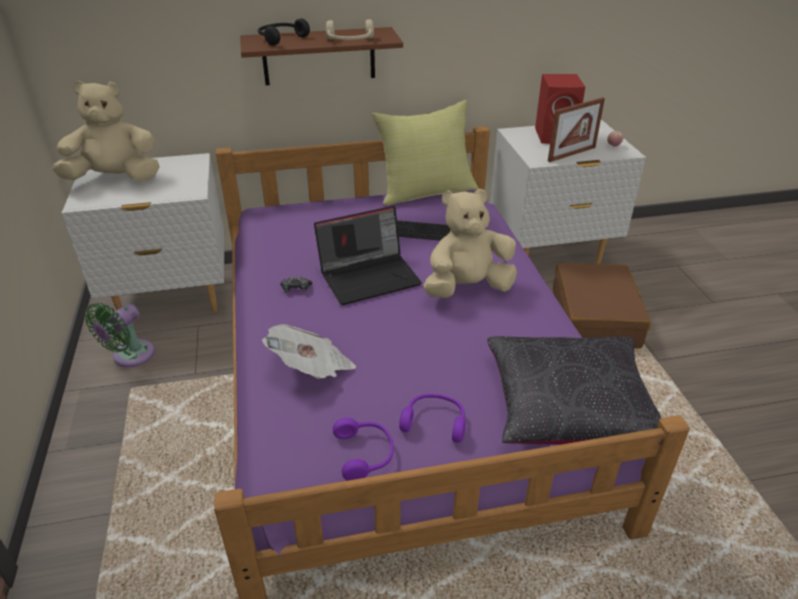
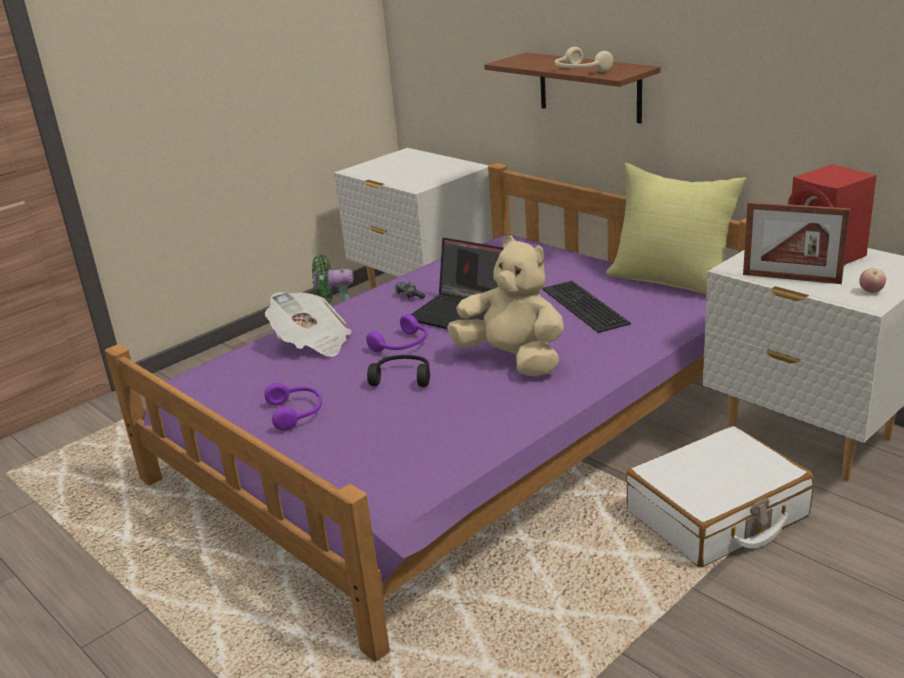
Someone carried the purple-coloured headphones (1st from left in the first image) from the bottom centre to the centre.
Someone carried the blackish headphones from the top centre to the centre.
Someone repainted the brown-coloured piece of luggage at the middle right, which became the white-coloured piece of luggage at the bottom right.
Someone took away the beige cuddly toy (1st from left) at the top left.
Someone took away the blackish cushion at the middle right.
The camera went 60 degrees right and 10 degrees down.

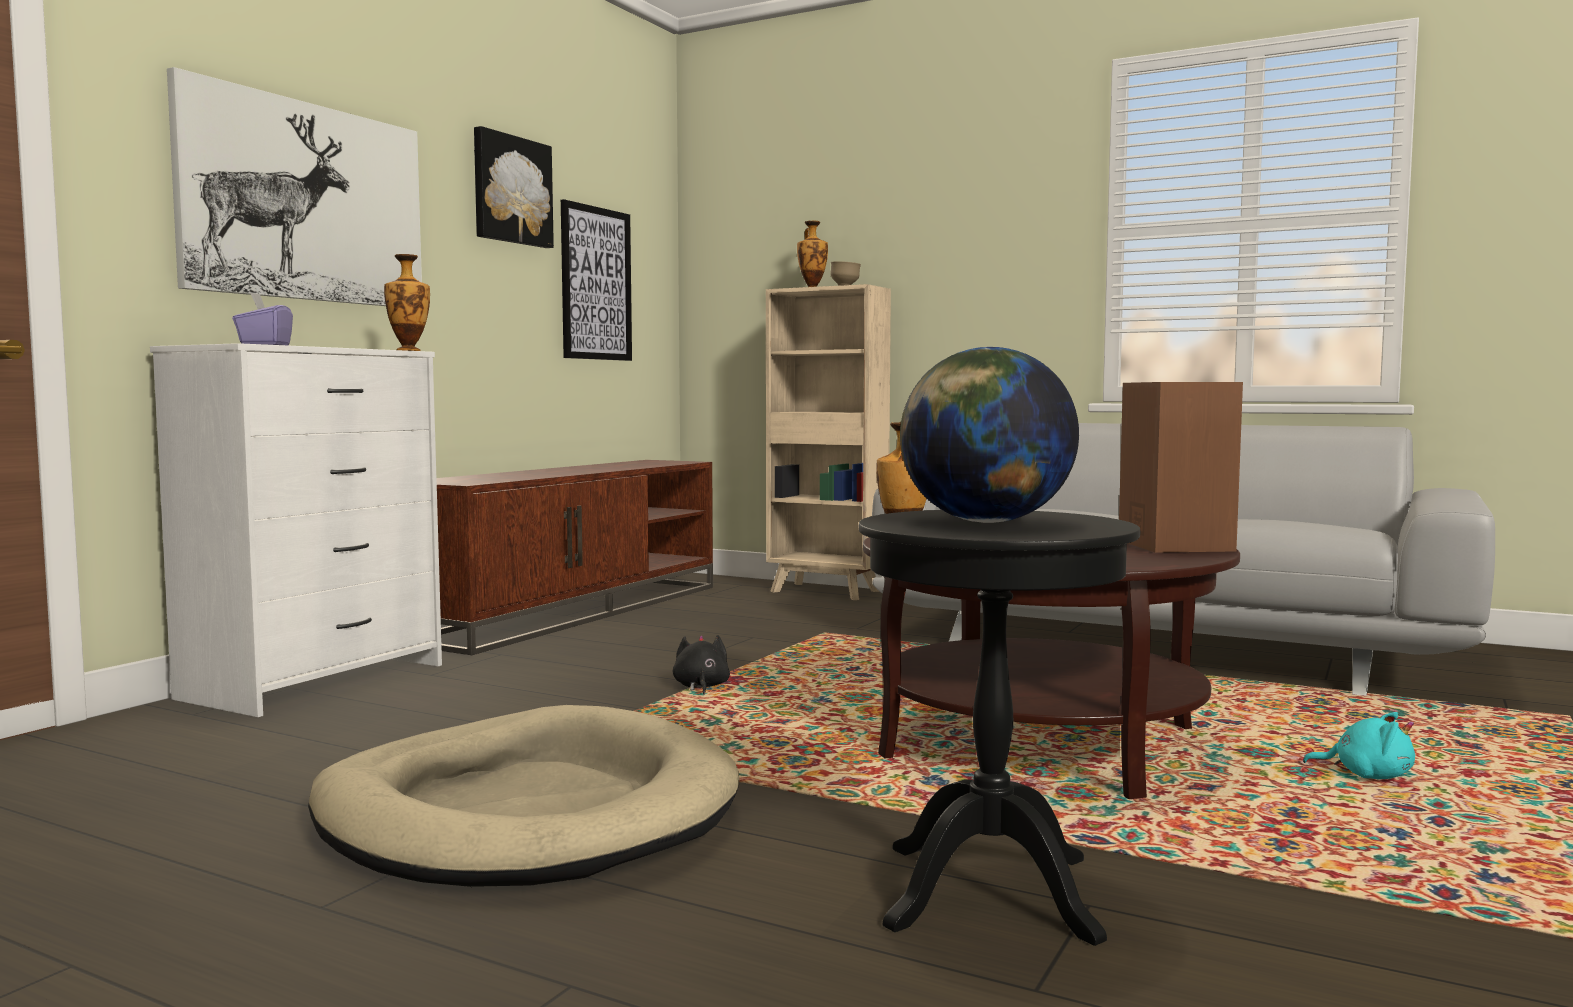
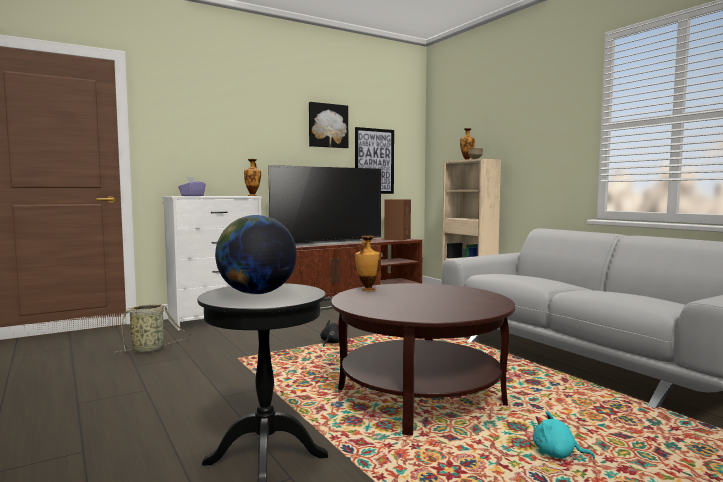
Someone put down the household basket at the bottom left.
Someone put down the television at the centre.
Someone carried the brown-coloured speaker from the middle right to the centre.
Someone rotated the turquoise cuddly toy at the bottom right by 150 degrees clockwise.
Someone took away the wall picture (1st from left) at the top left.
Someone took away the beige dog cushion at the bottom left.
The camera went 30 degrees right and 0 degrees up.

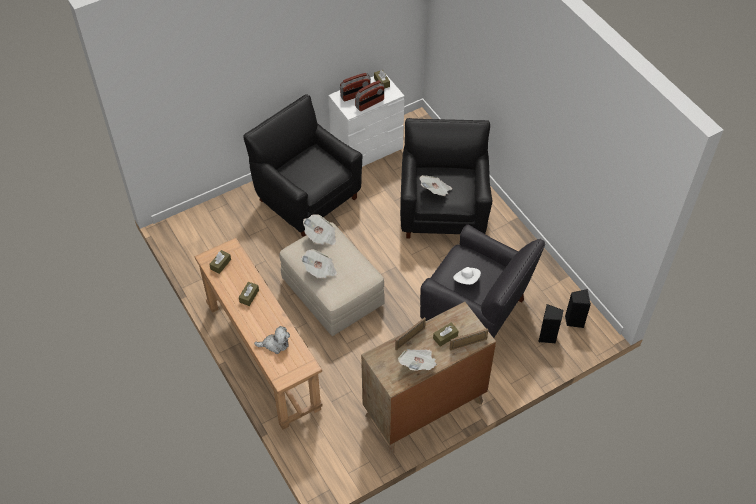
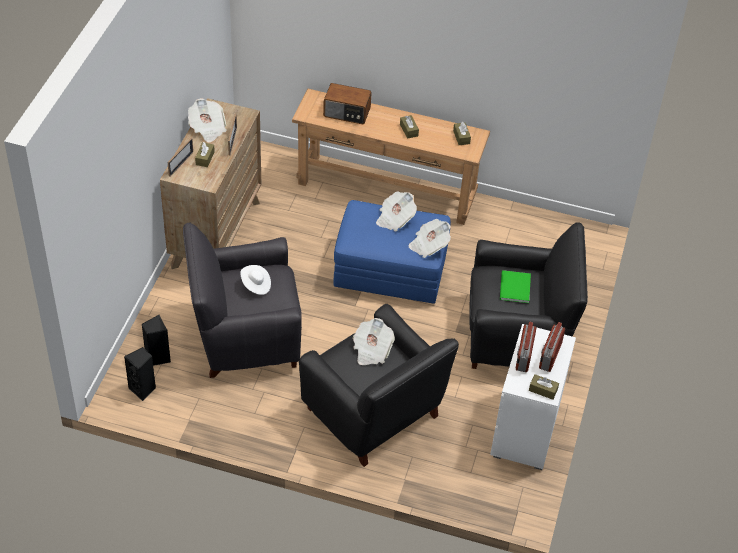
Someone swapped the cuddly toy at the bottom centre for the radio set (1st from left) at the top centre.
Someone repainted the beige footrest at the centre, which became the blue footrest at the centre.
Someone put down the green-coloured bound book at the middle right.
The camera went 135 degrees right and 5 degrees down.

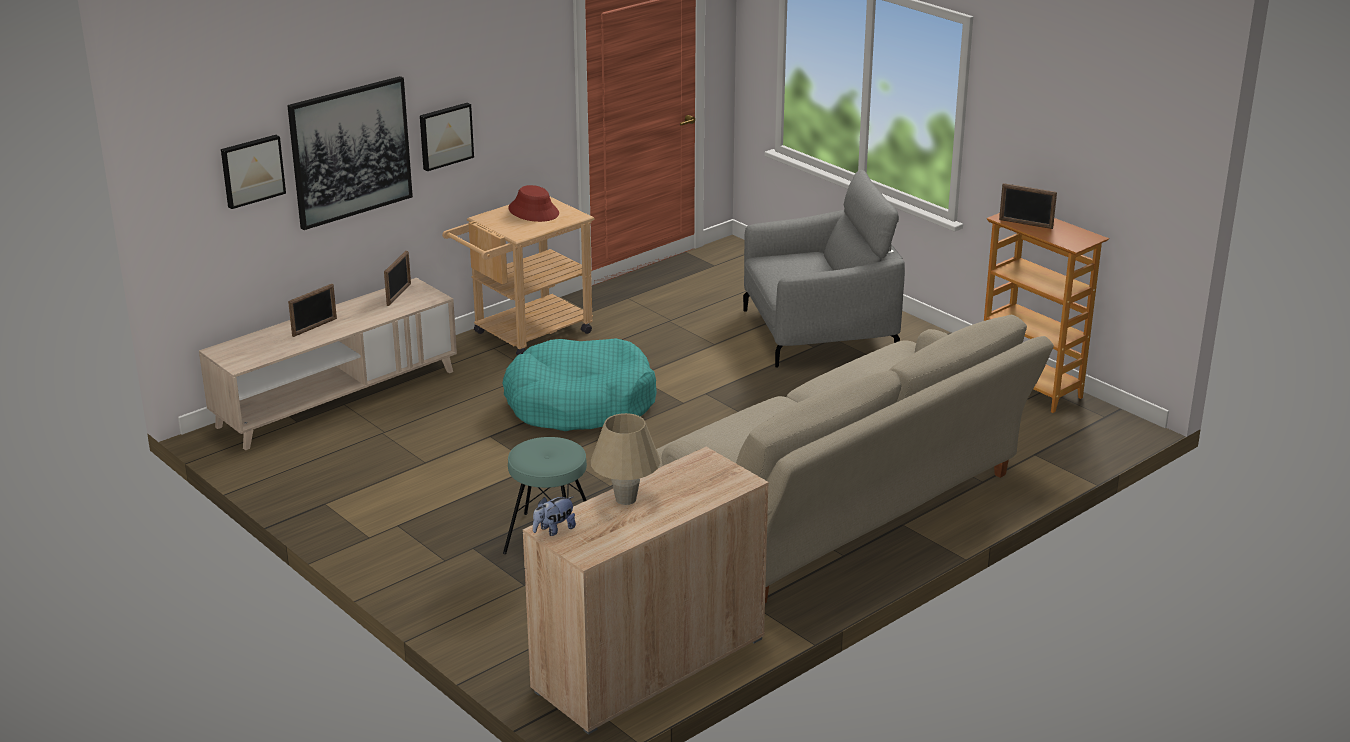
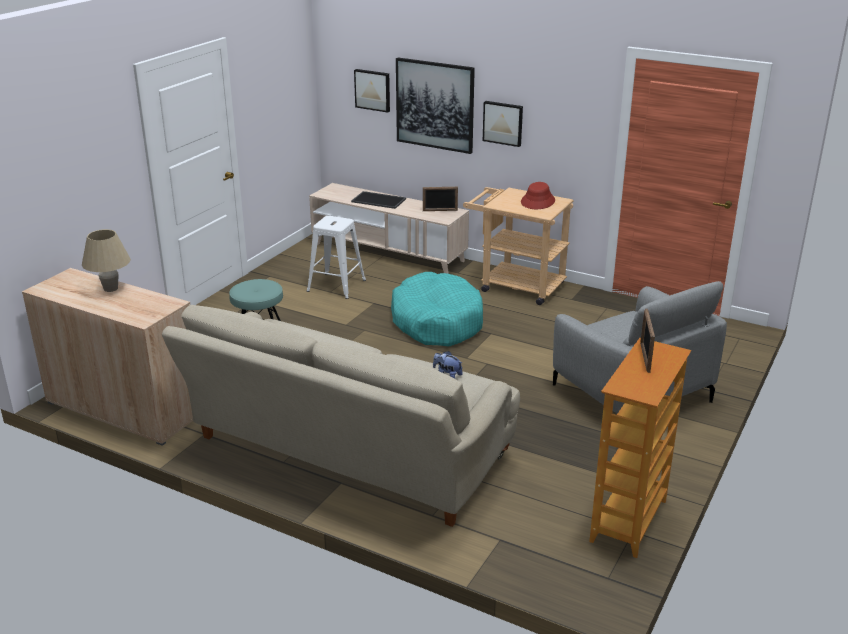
Someone put down the white-coloured stool at the centre.
Someone swapped the photo frame (1st from left) at the middle left for the tray at the top centre.
Someone carried the cuddly toy from the bottom centre to the centre.
The camera went 70 degrees right and 0 degrees up.

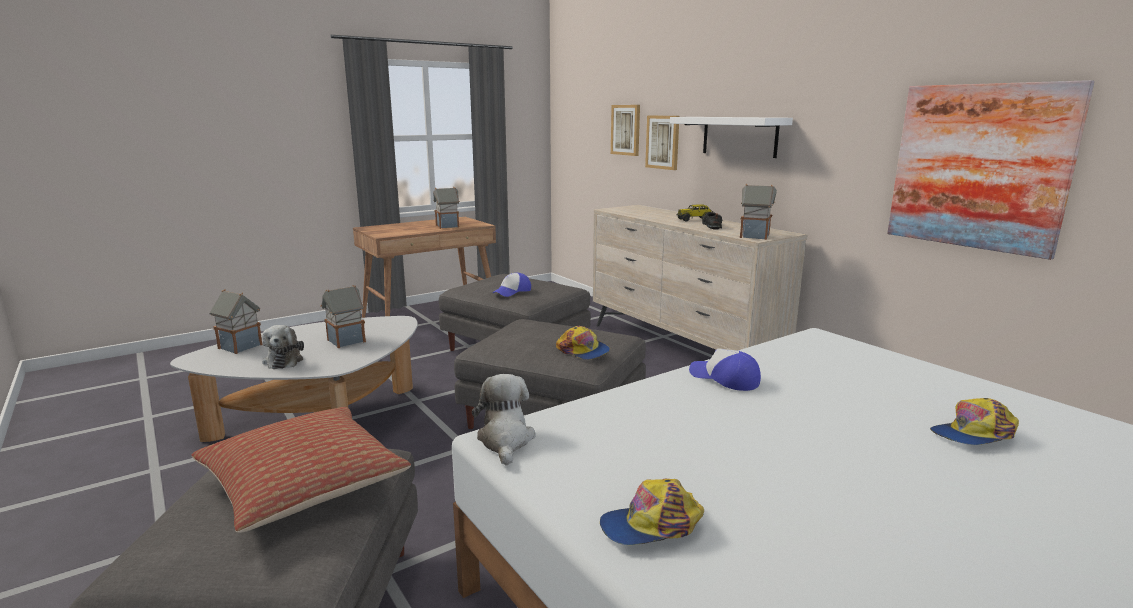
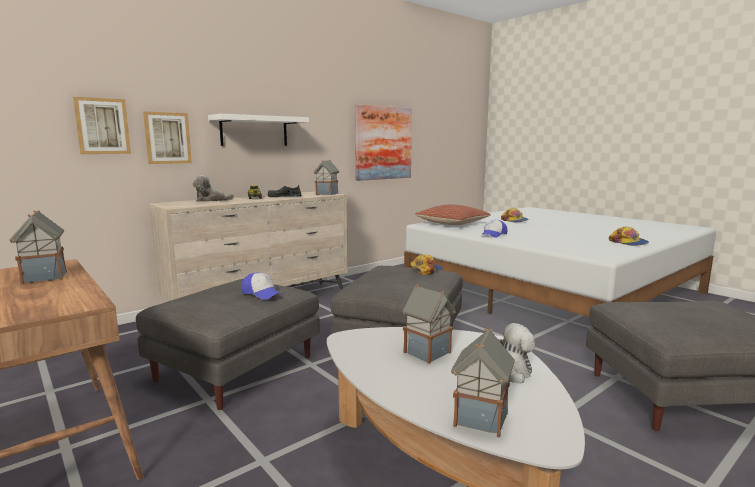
Someone carried the cuddly toy (2nd from left in the first image) from the bottom centre to the middle left.
Someone carried the cushion from the bottom left to the centre.
The camera went 95 degrees left and 5 degrees down.

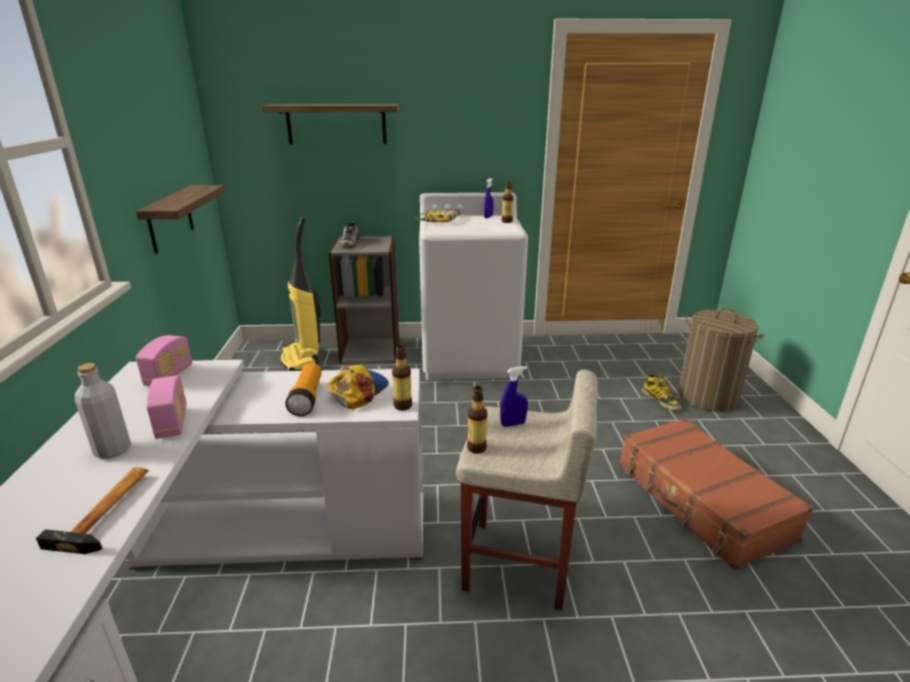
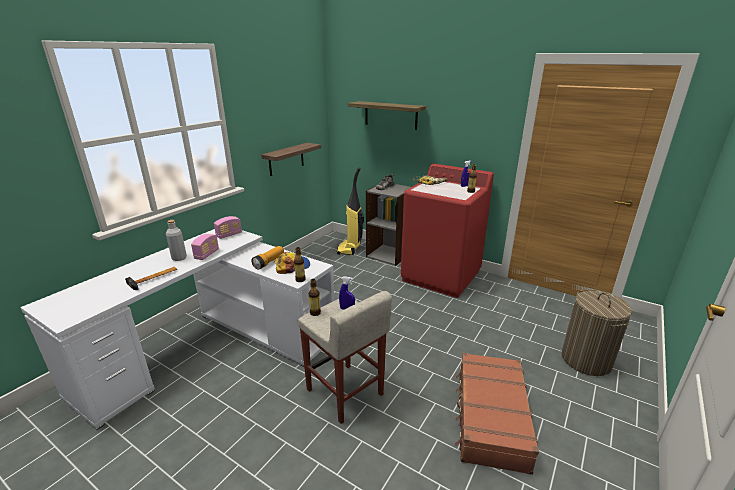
Someone repainted the white-coloured washing machine at the centre, which became the red-coloured washing machine at the centre.
Someone took away the boot at the middle right.
The camera went 35 degrees right and 0 degrees up.

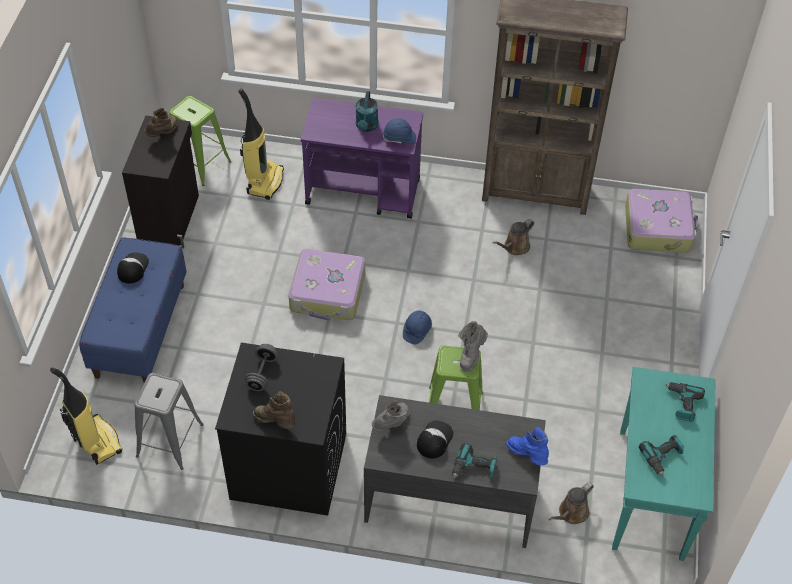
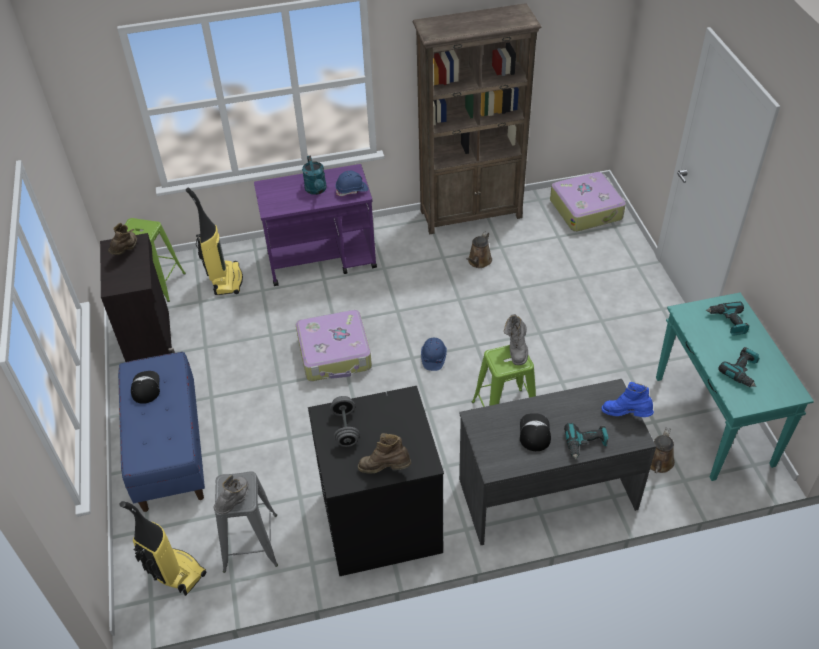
Someone carried the greyish boot (1st from left) from the bottom centre to the bottom left.
The camera went 20 degrees left and 5 degrees down.

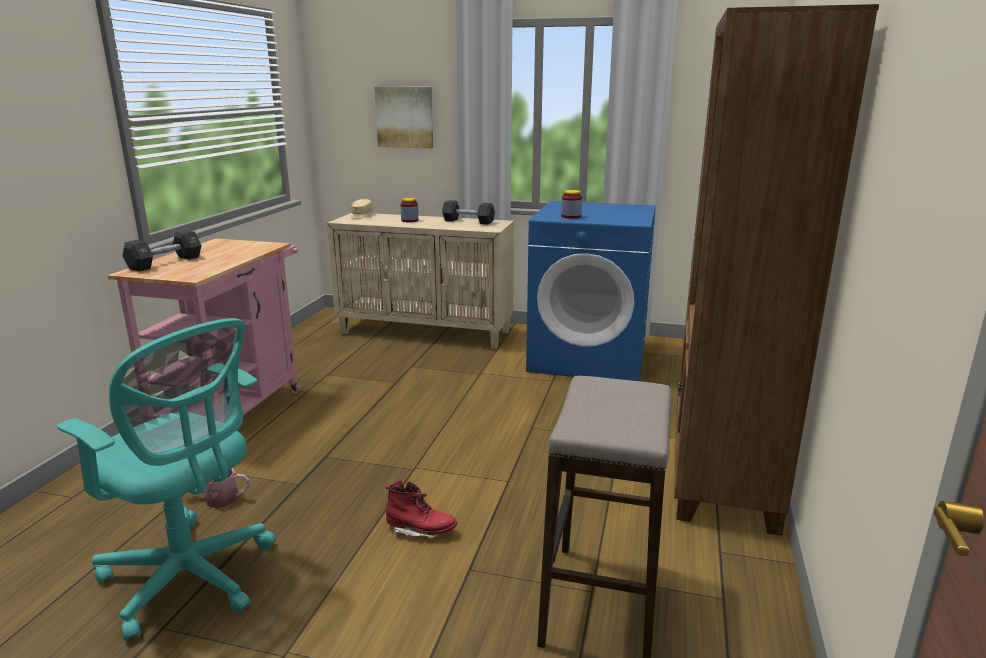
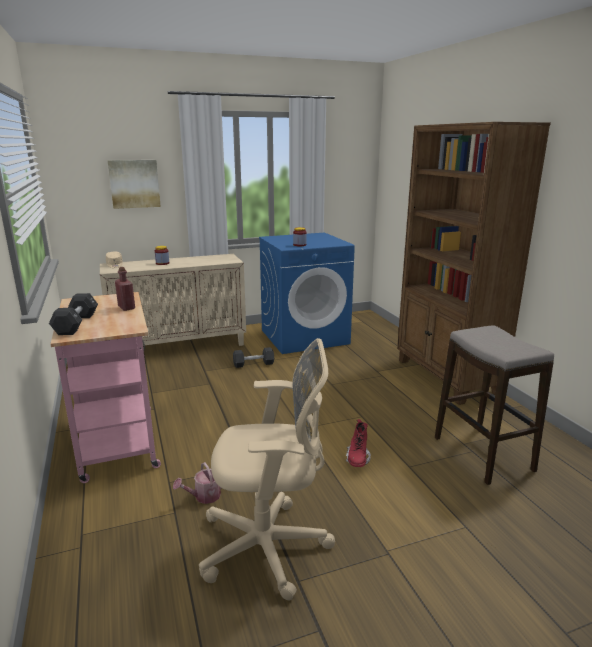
Someone put down the red-coloured drink bottle at the middle left.
Someone repainted the turquoise computer chair at the bottom left, which became the beige computer chair at the bottom centre.
Someone carried the blackish hand weight (2nd from left) from the top centre to the centre.
Someone rotated the red-coloured boot at the bottom centre by 120 degrees clockwise.
The camera went 35 degrees left and 0 degrees up.

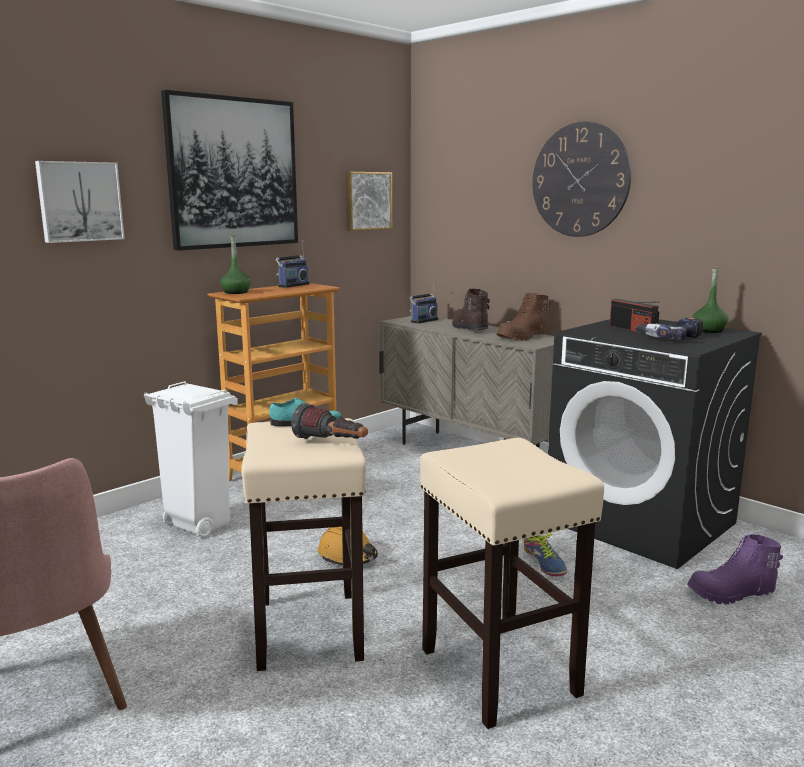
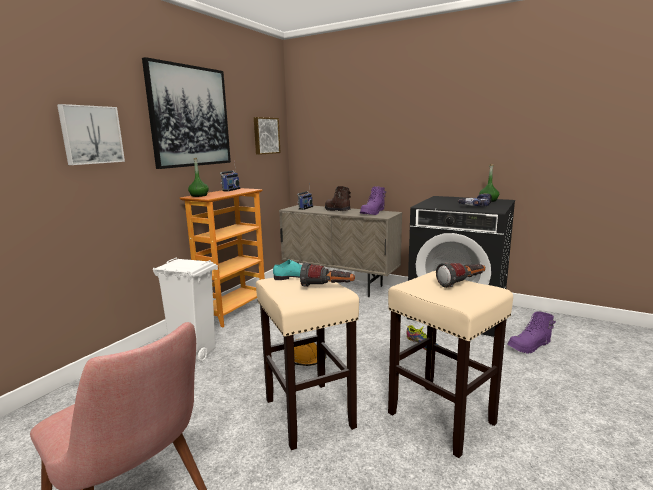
Someone repainted the brown-coloured boot (2nd from left) at the centre, which became the purple-coloured boot (1st from left) at the centre.
Someone put down the torch (2nd from left) at the middle right.
Someone took away the wall clock at the top right.
Someone took away the radio set (3rd from left) at the middle right.
The camera went 15 degrees left and 0 degrees up.

